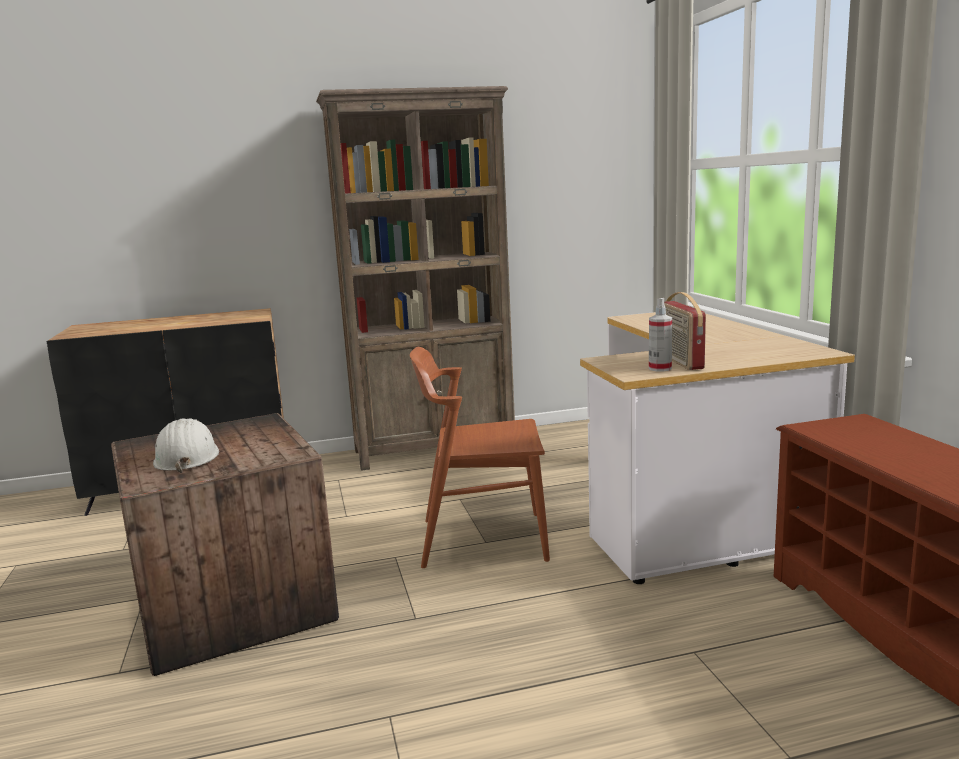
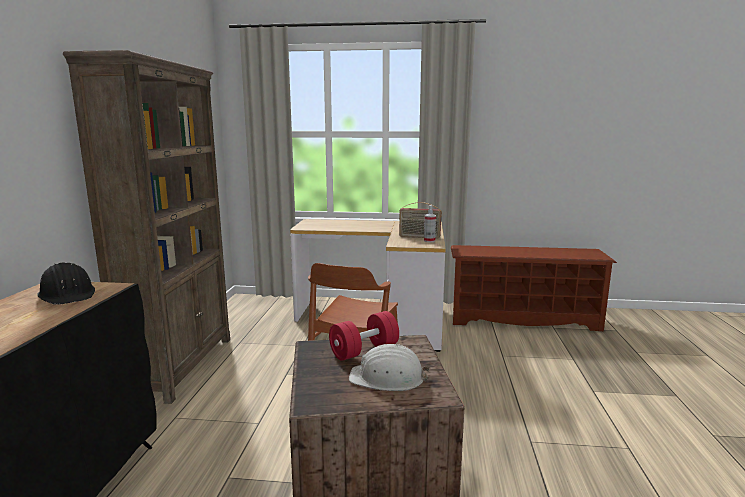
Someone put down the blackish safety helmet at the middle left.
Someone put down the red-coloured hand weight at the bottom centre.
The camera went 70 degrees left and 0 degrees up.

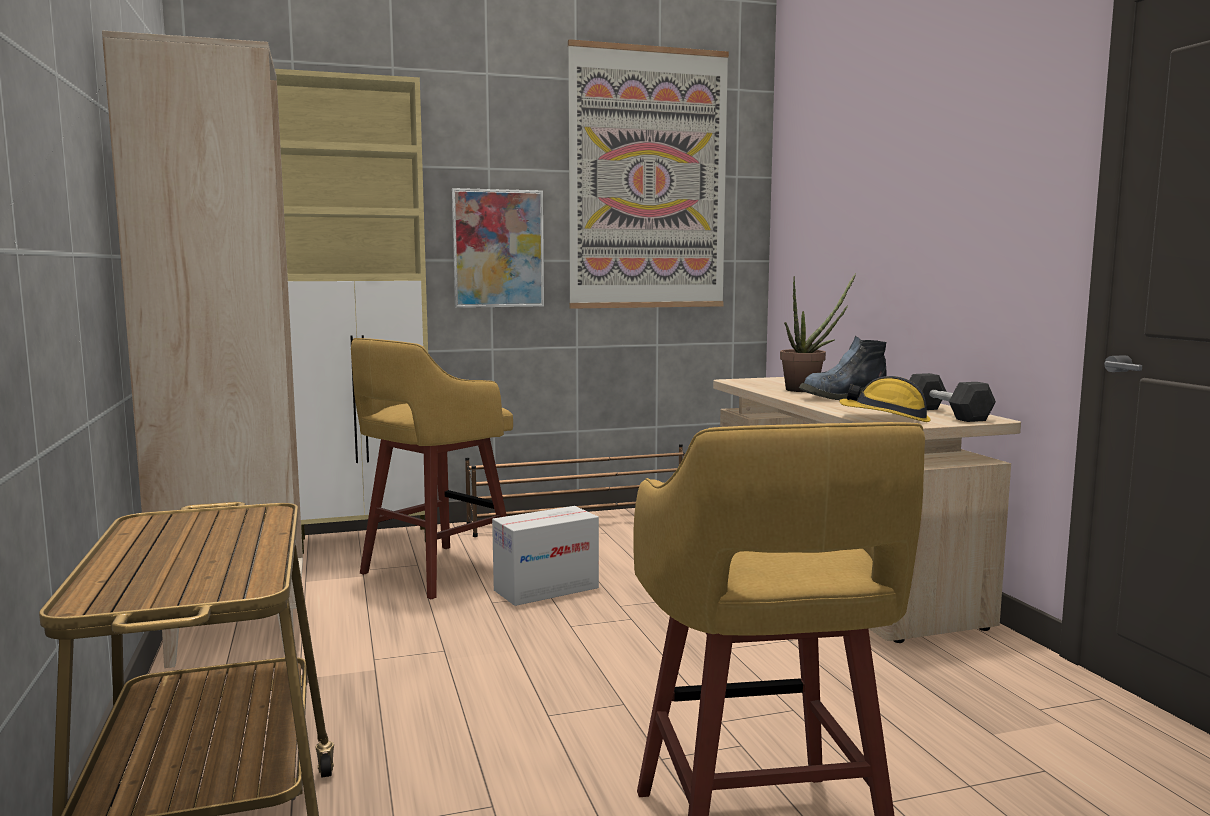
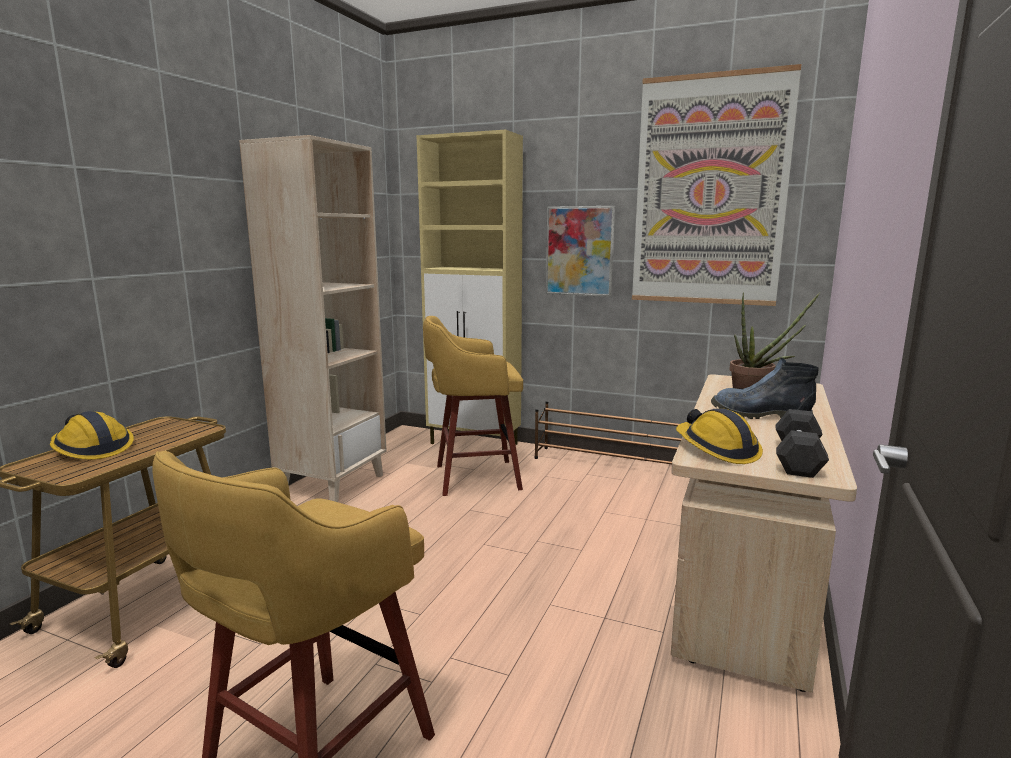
Someone put down the safety helmet (1st from left) at the middle left.
Someone took away the packing box at the bottom centre.
The camera went 40 degrees right and 5 degrees up.

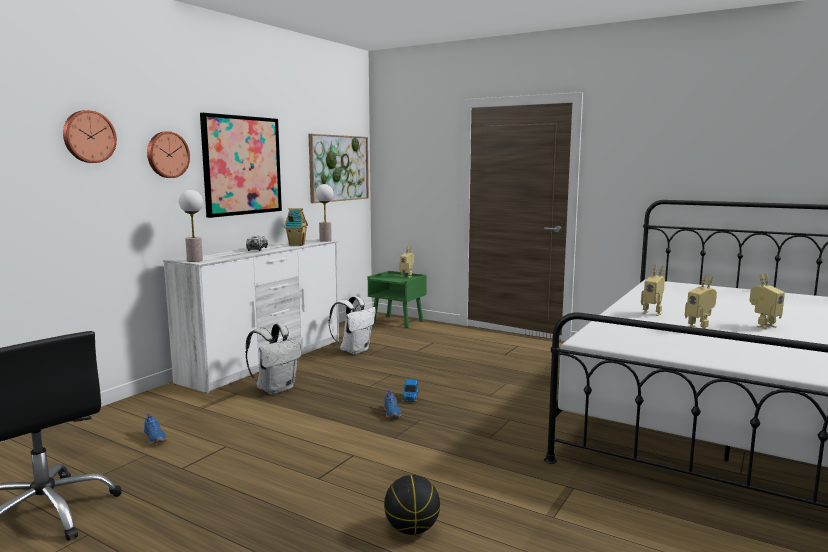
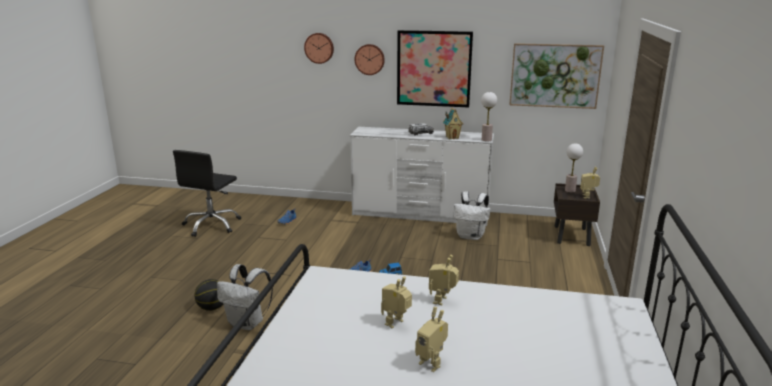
Someone carried the white-coloured backpack (1st from left) from the middle left to the bottom left.
Someone repainted the green-coloured bedside table at the centre, which became the brown-coloured bedside table at the middle right.
Someone carried the tabletop lamp (1st from left in the first image) from the middle left to the middle right.
The camera went 70 degrees right and 10 degrees up.

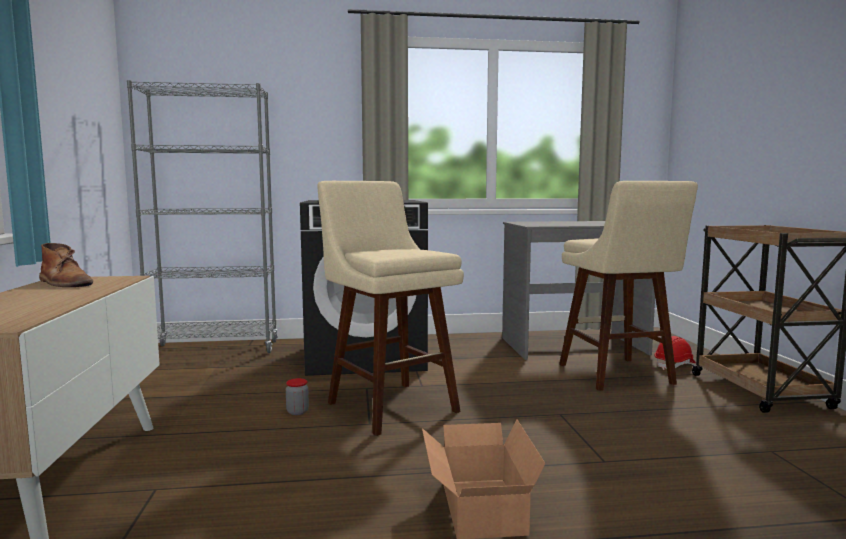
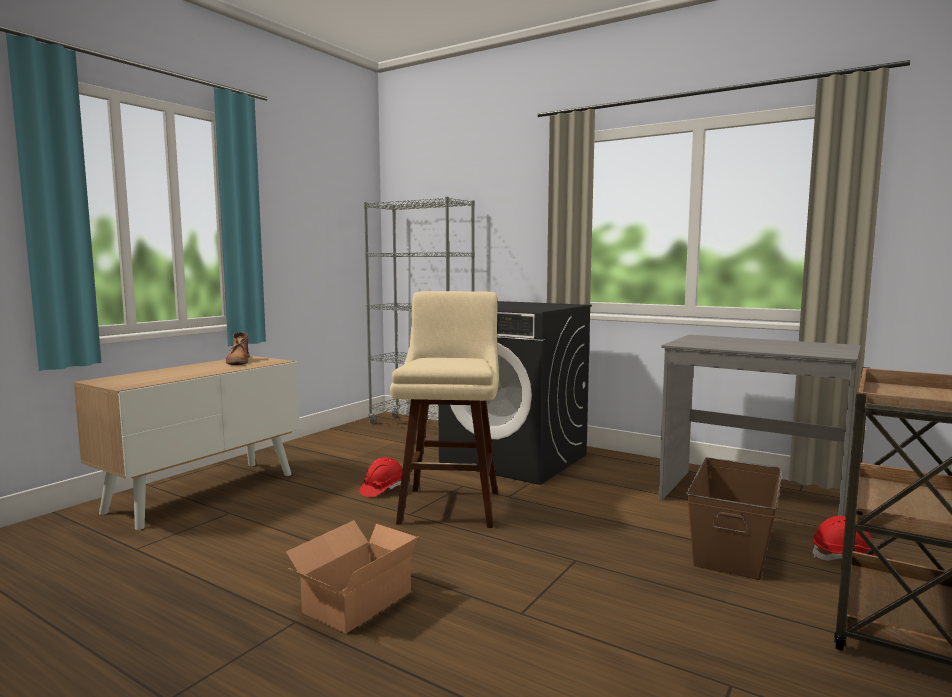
Someone swapped the storage jar at the bottom centre for the red-coloured safety helmet (1st from left) at the bottom centre.
Someone swapped the beige stool (2nd from left) at the middle right for the brown-coloured storage box at the bottom right.
The camera went 40 degrees right and 0 degrees up.

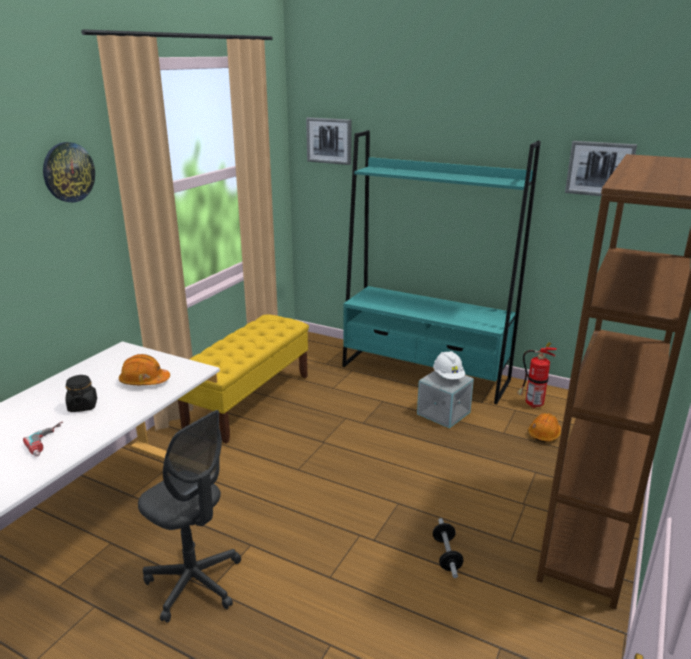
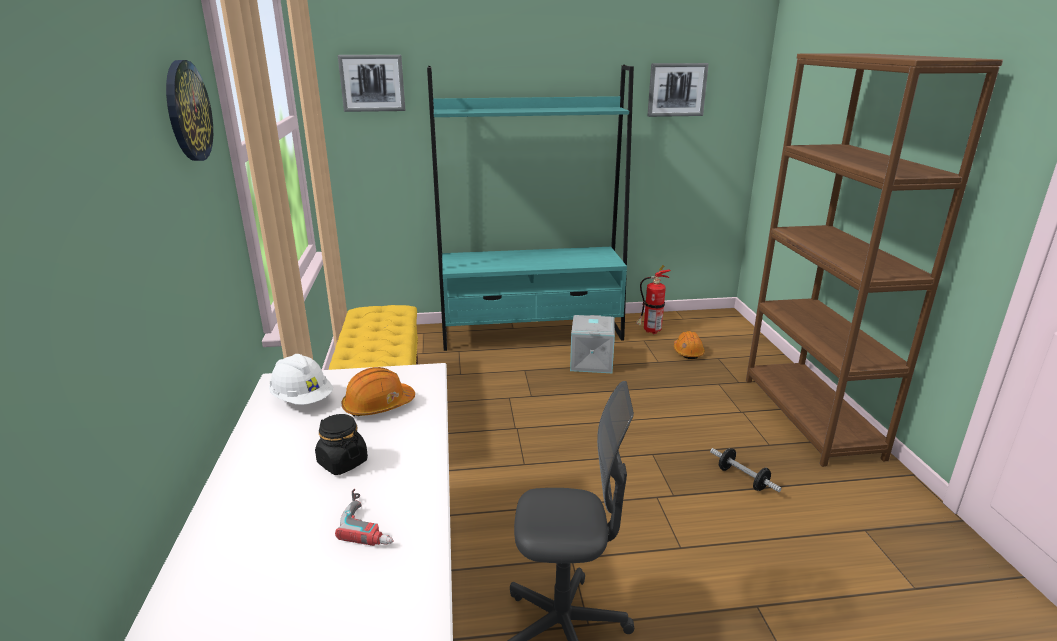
Someone carried the white-coloured safety helmet from the centre to the middle left.
The camera went 35 degrees left and 0 degrees up.

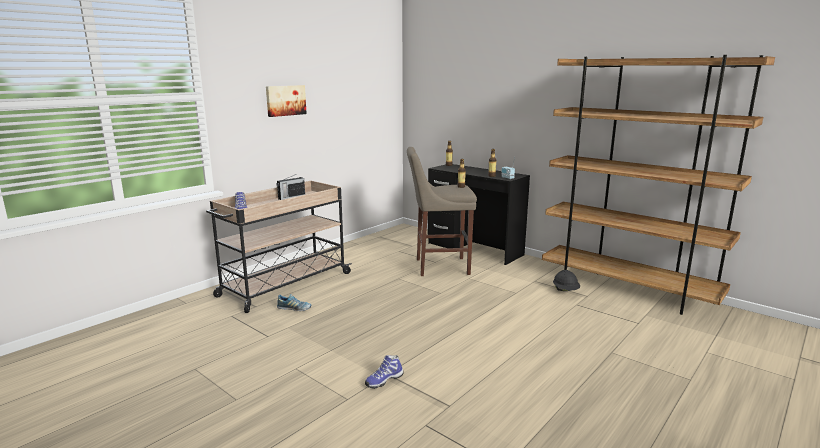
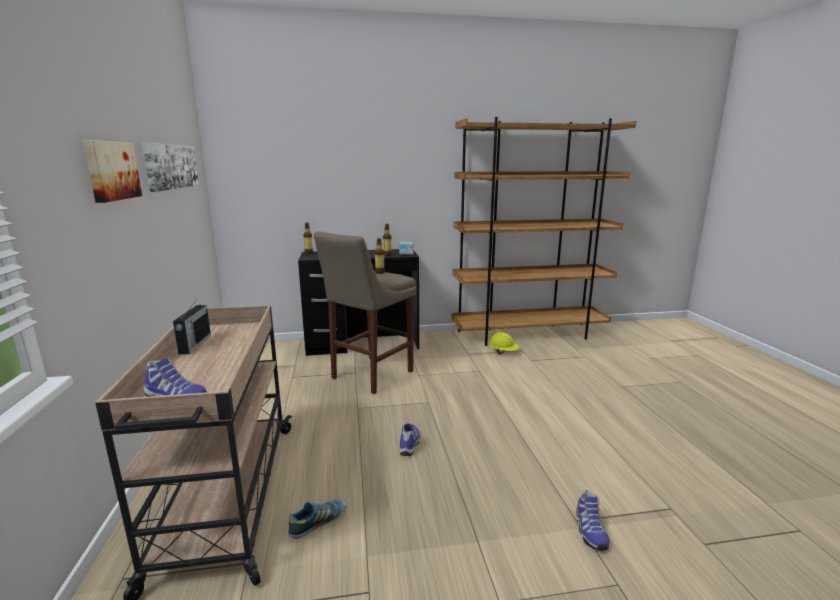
Someone put up the wall picture (2nd from left) at the top left.
Someone put down the shoe (3rd from left) at the bottom centre.
Someone repainted the blackish safety helmet at the middle right, which became the yellow safety helmet at the centre.
The camera went 50 degrees left and 0 degrees up.

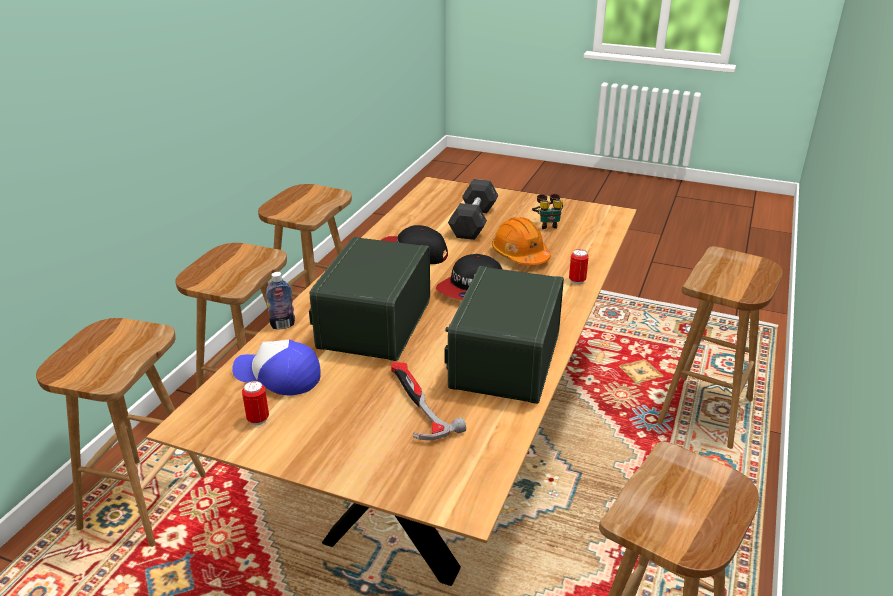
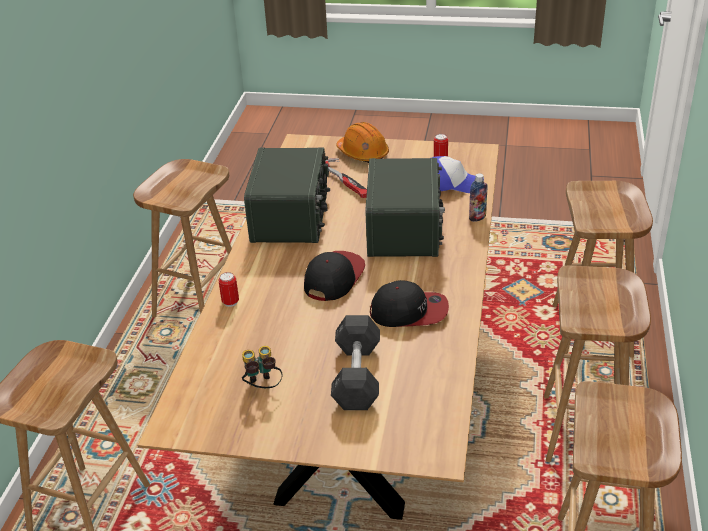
Someone carried the orangey safety helmet from the centre to the top centre.
The camera went 170 degrees right and 5 degrees up.

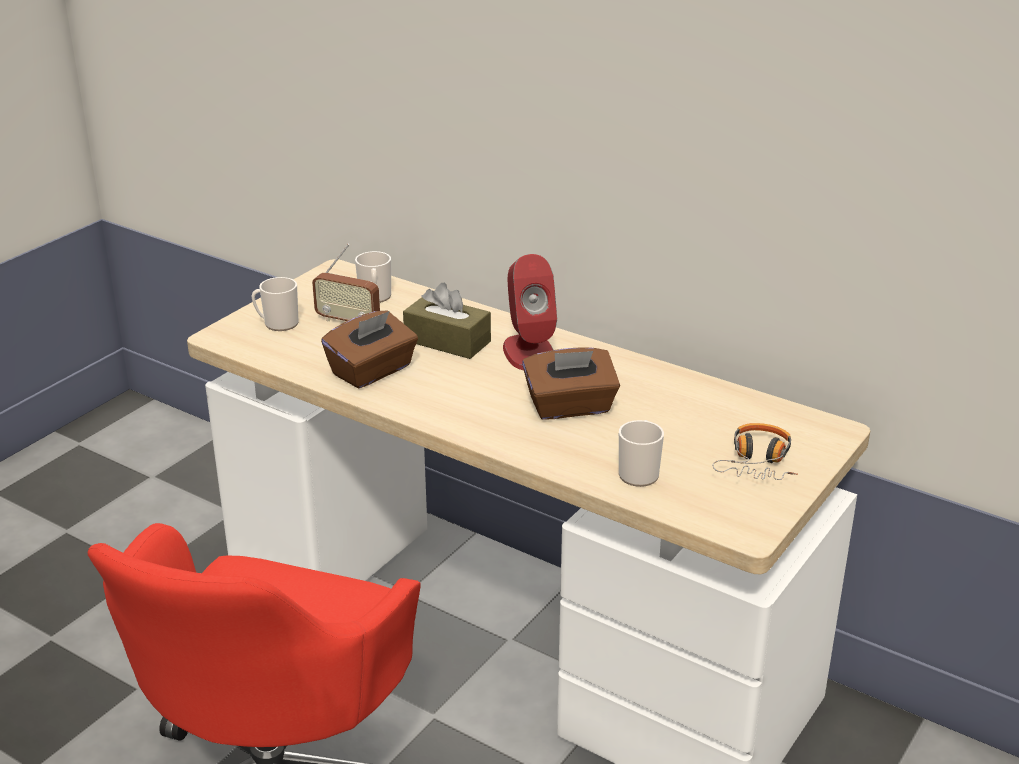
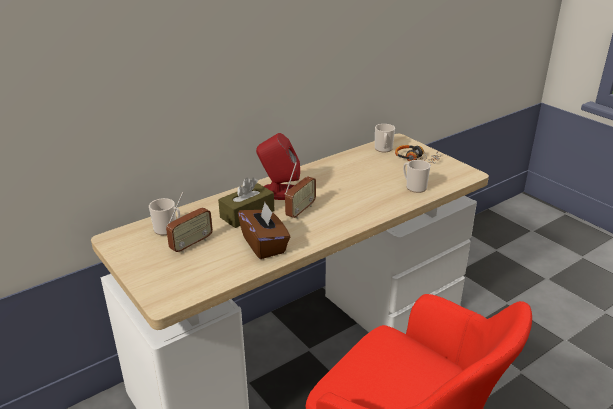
Someone put down the radio set (2nd from left) at the centre.
Someone carried the coffee mug (1st from left in the first image) from the middle left to the centre.
Someone took away the brown-coloured box of tissues (3rd from left) at the centre.
The camera went 70 degrees left and 0 degrees up.

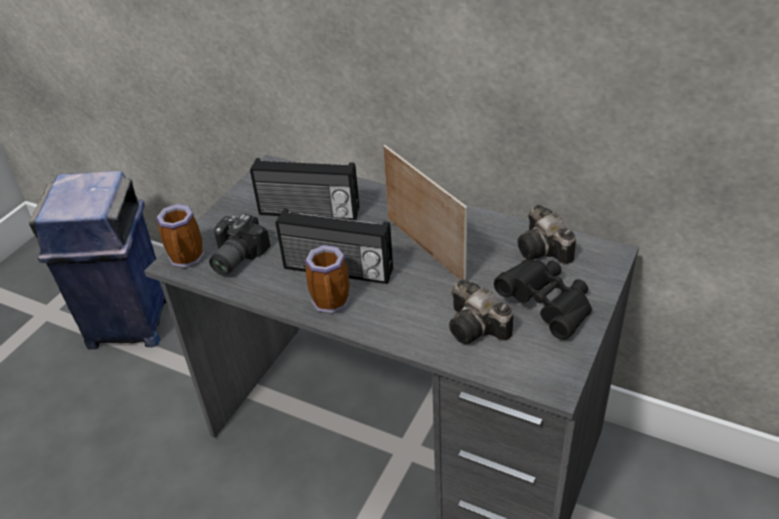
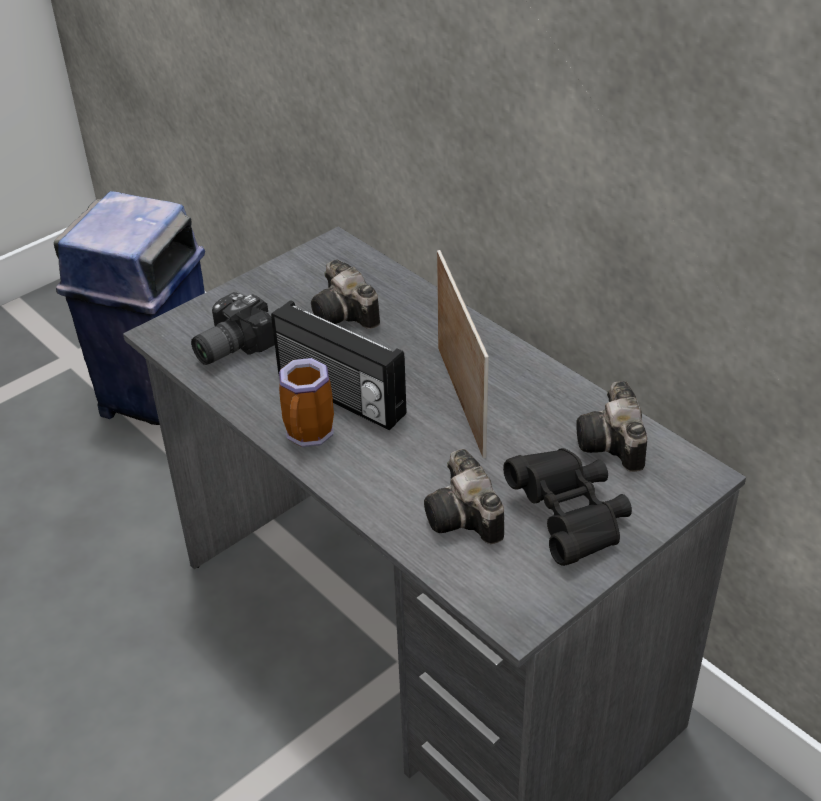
Someone swapped the radio set (1st from left) at the centre for the photo camera (2nd from left) at the centre.
Someone took away the coffee mug (1st from left) at the middle left.
The camera went 20 degrees right and 0 degrees up.

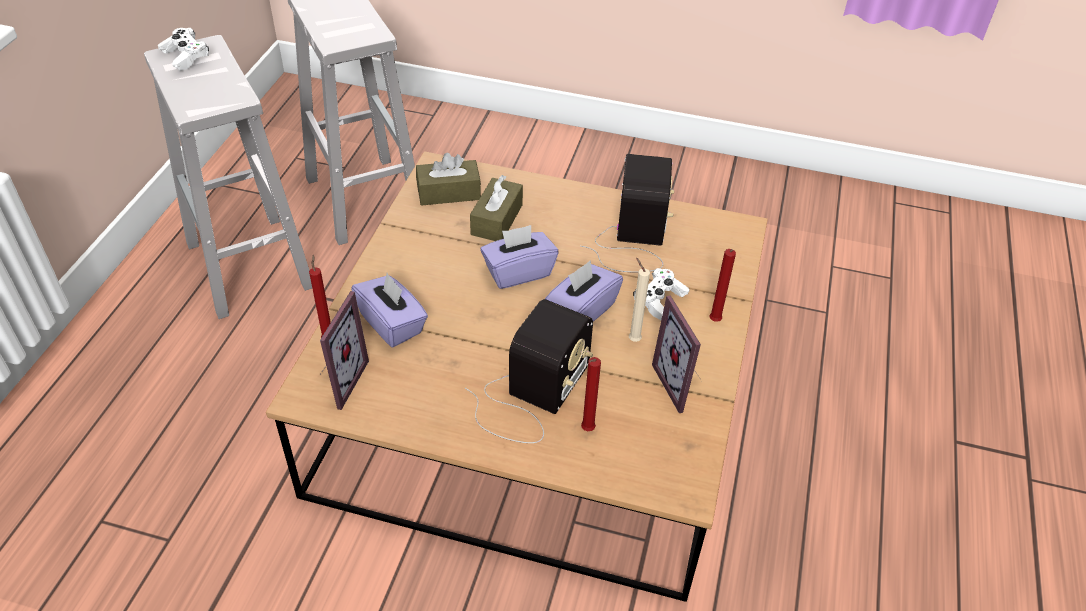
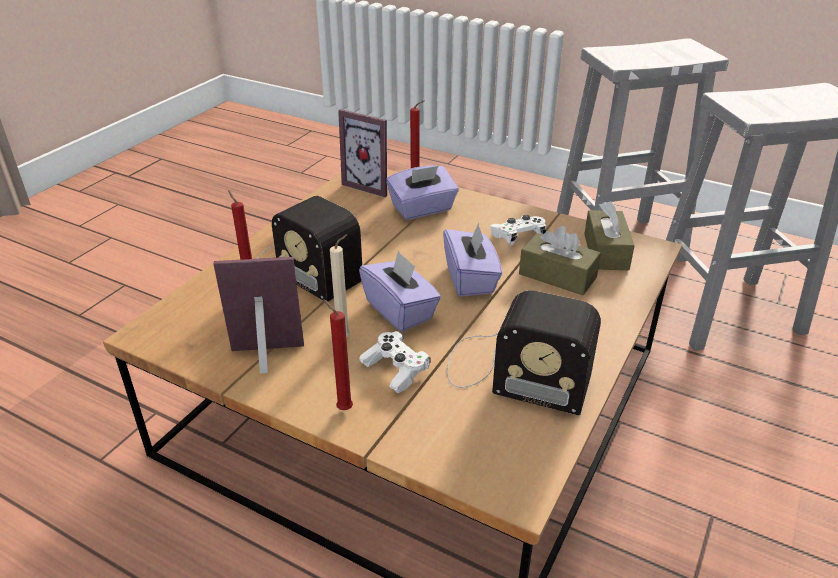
Someone carried the white-coloured game controller (1st from left in the first image) from the top left to the centre.
The camera went 105 degrees right and 10 degrees down.

